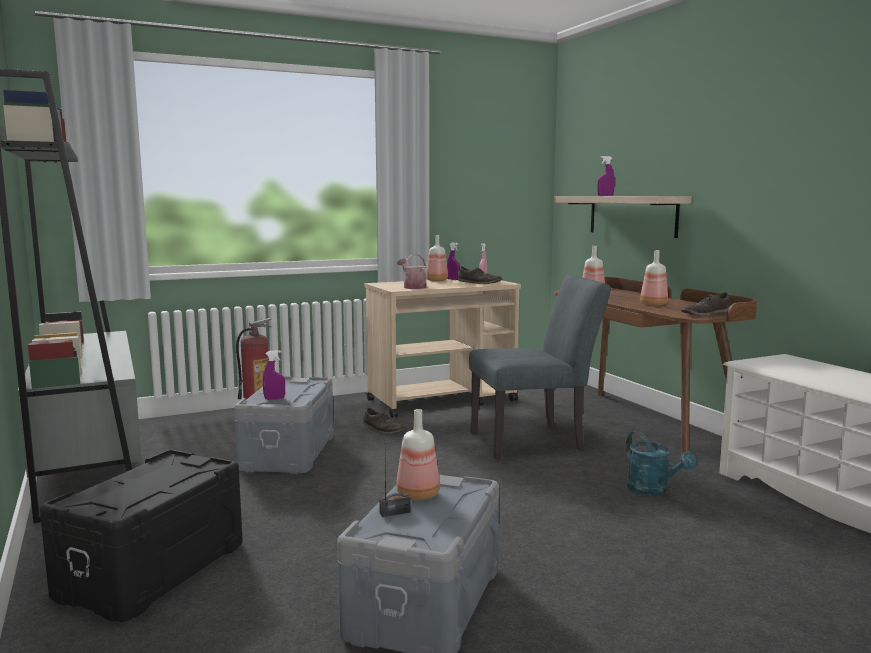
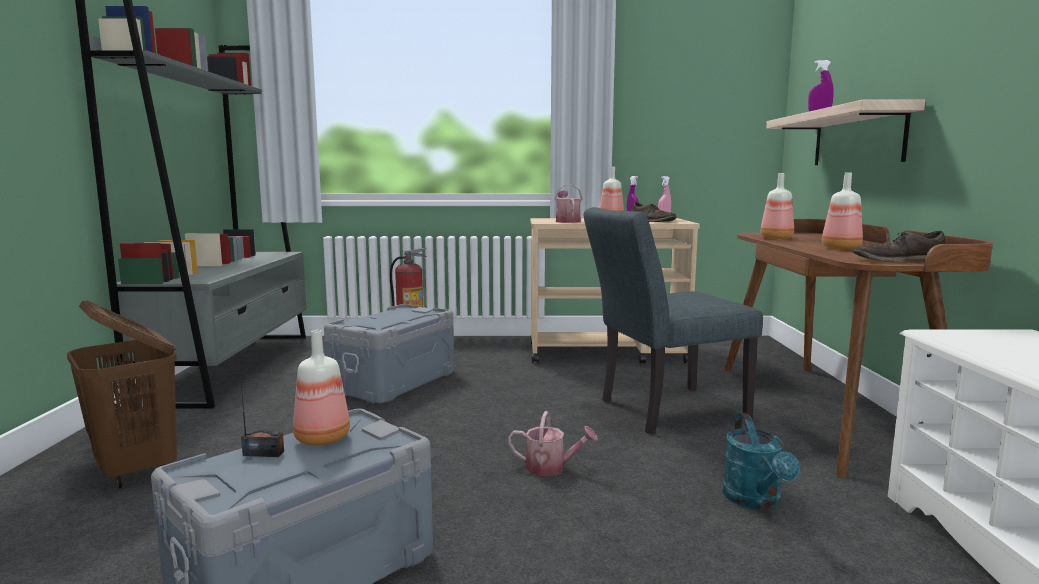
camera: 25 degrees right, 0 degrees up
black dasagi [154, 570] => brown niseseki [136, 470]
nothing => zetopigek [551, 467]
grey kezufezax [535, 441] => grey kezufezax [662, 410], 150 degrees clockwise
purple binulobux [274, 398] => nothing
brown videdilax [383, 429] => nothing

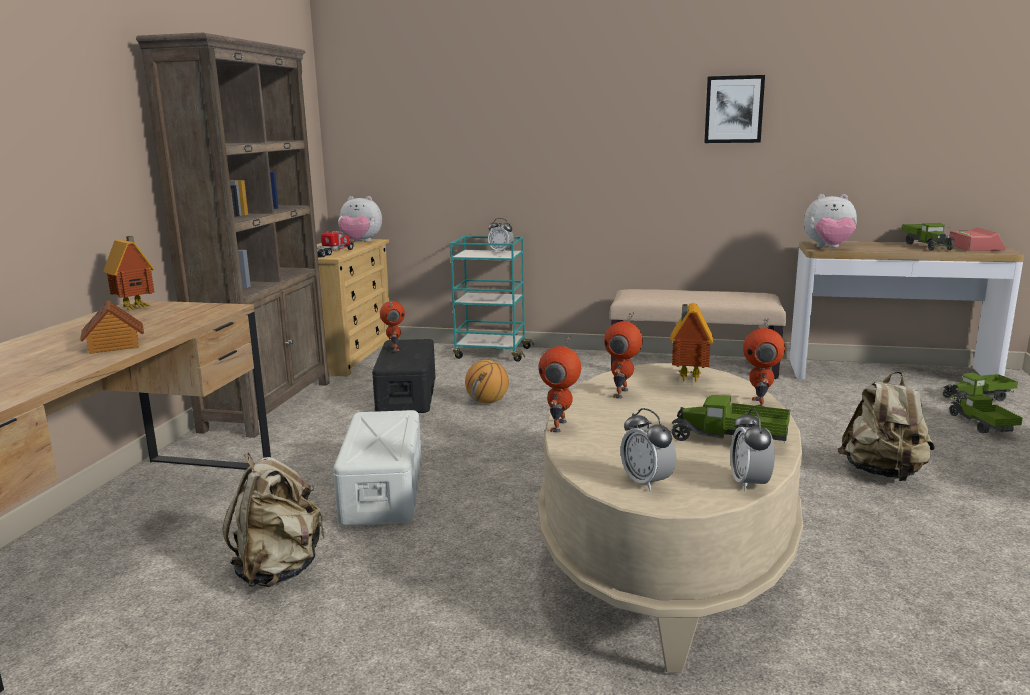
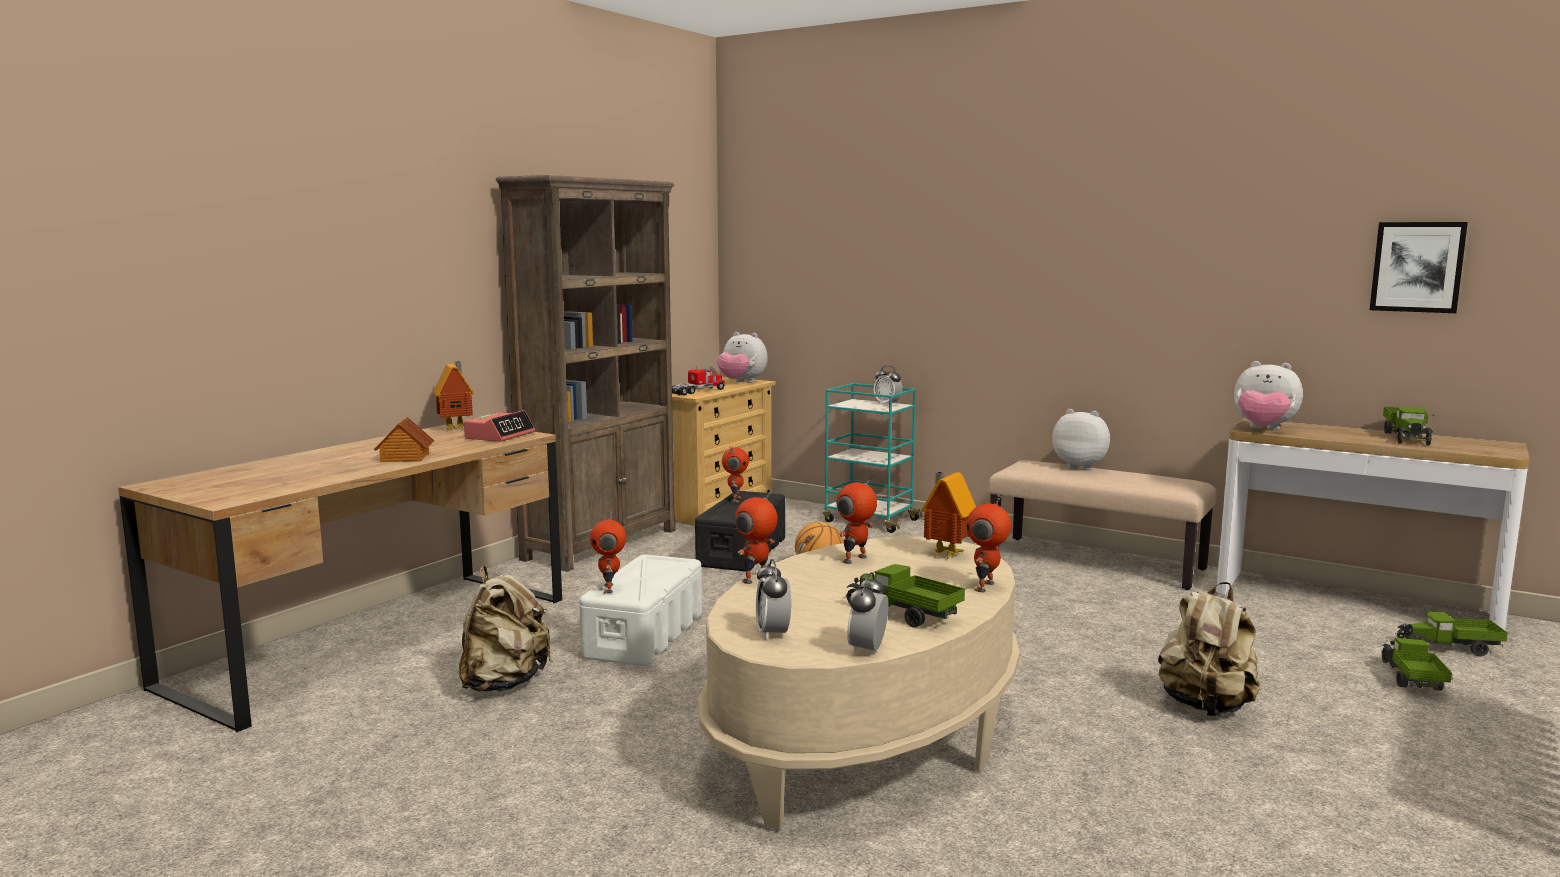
camera: 20 degrees right, 5 degrees down
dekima [975, 247] => dekima [500, 436], move
nothing => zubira [610, 588]
nothing => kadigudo [1081, 466]
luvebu [734, 109] => luvebu [1417, 267], move

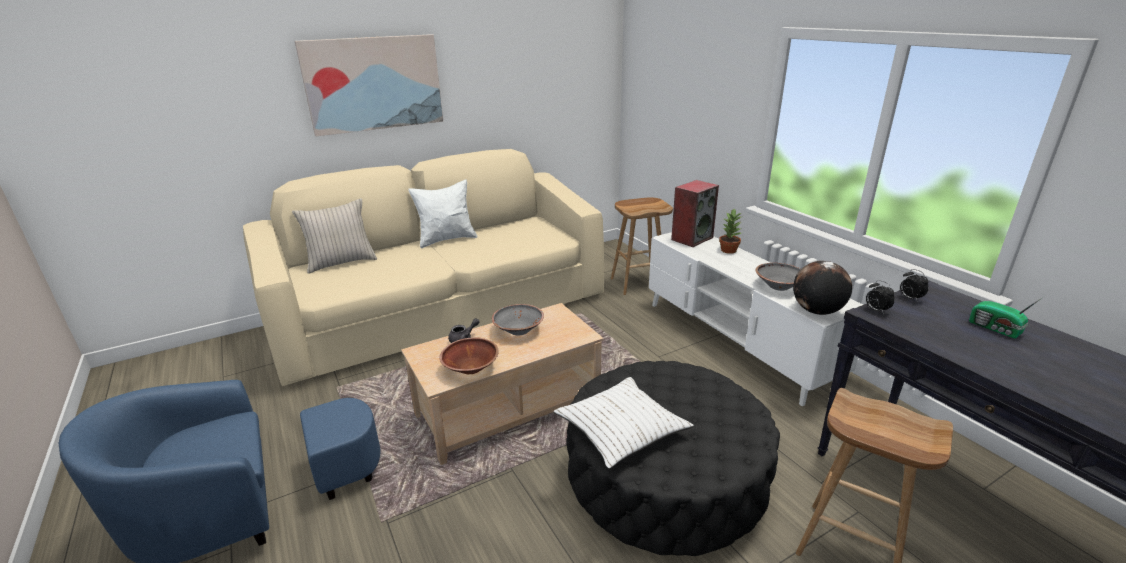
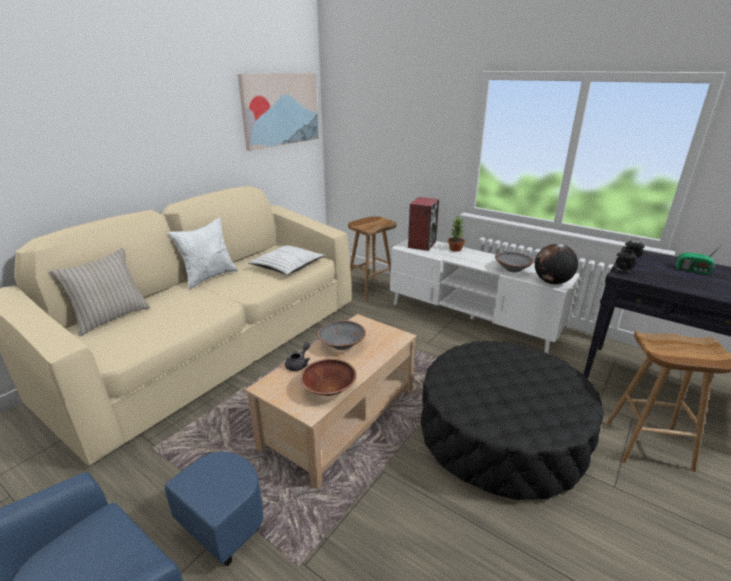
camera: 25 degrees left, 0 degrees up
luvebu [374, 84] => luvebu [280, 109], move
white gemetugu [620, 429] => white gemetugu [287, 266], move

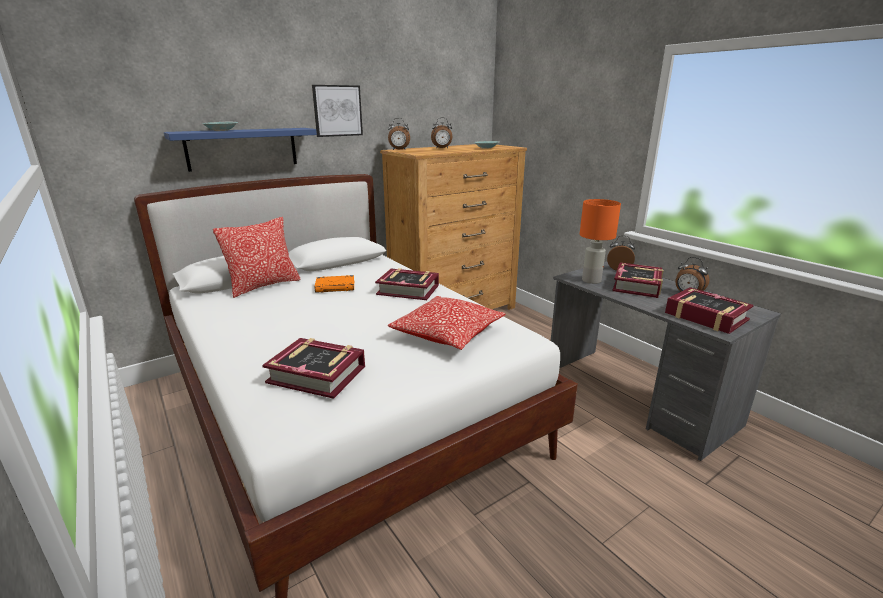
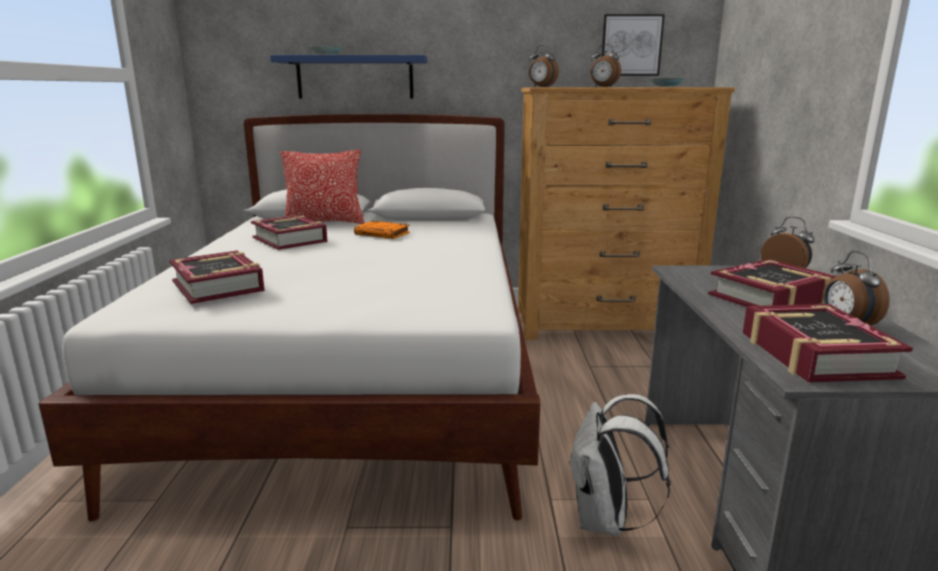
camera: 35 degrees right, 5 degrees down
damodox [408, 290] => damodox [290, 240], move
nothing => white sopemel [606, 520]
luvebu [337, 111] => luvebu [631, 45], move
gemetugu [447, 334] => nothing
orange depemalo [590, 280] => nothing

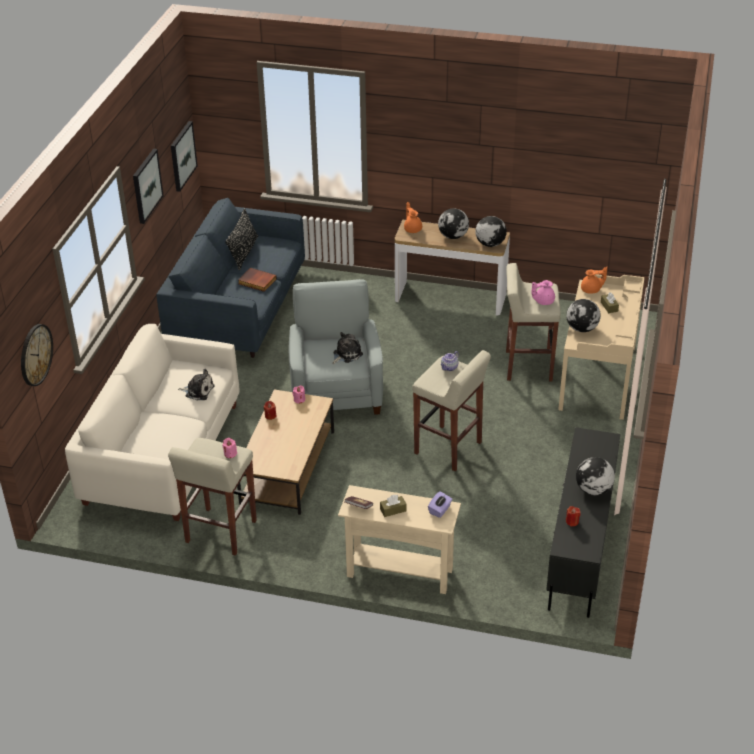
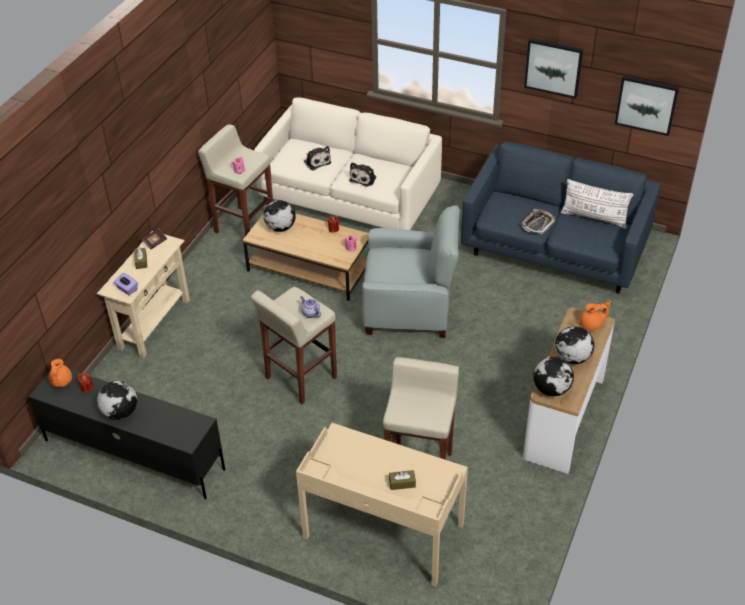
camera: 100 degrees right, 5 degrees up
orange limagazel [591, 290] => orange limagazel [60, 382], move
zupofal [582, 329] => zupofal [280, 228], move
kadigudo [346, 354] => kadigudo [316, 161], move
damodox [256, 282] => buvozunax [538, 224]
black gemetugu [244, 252] => white gemetugu [594, 218]
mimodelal [35, 354] => nothing
pink limagazel [543, 301] => nothing

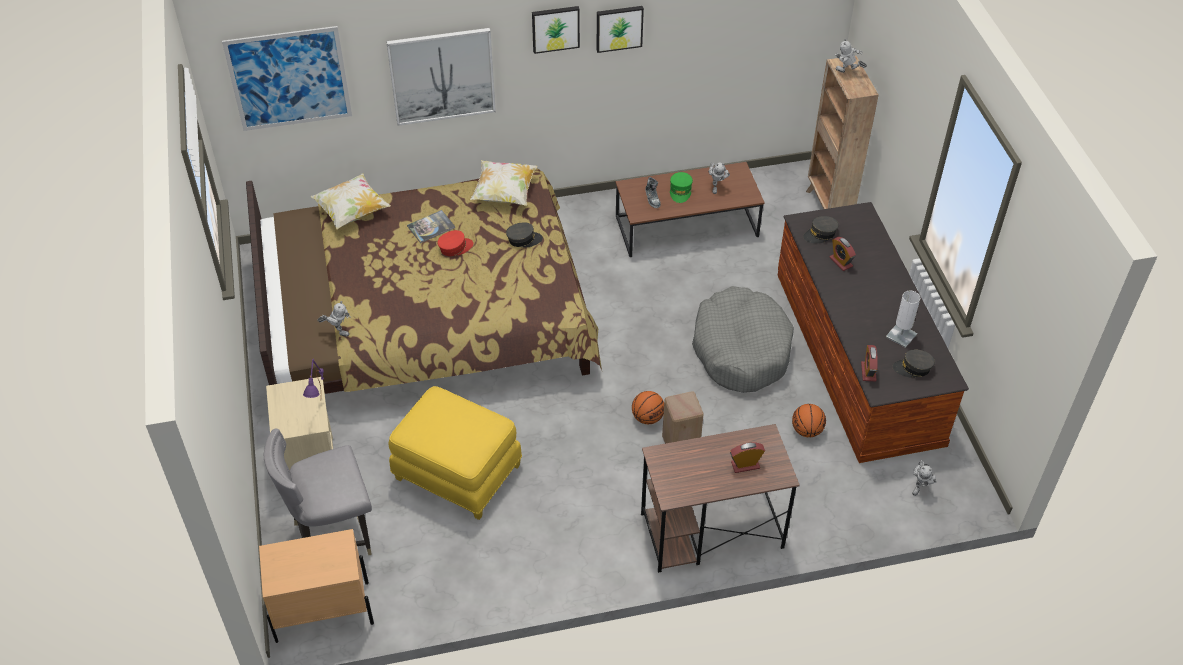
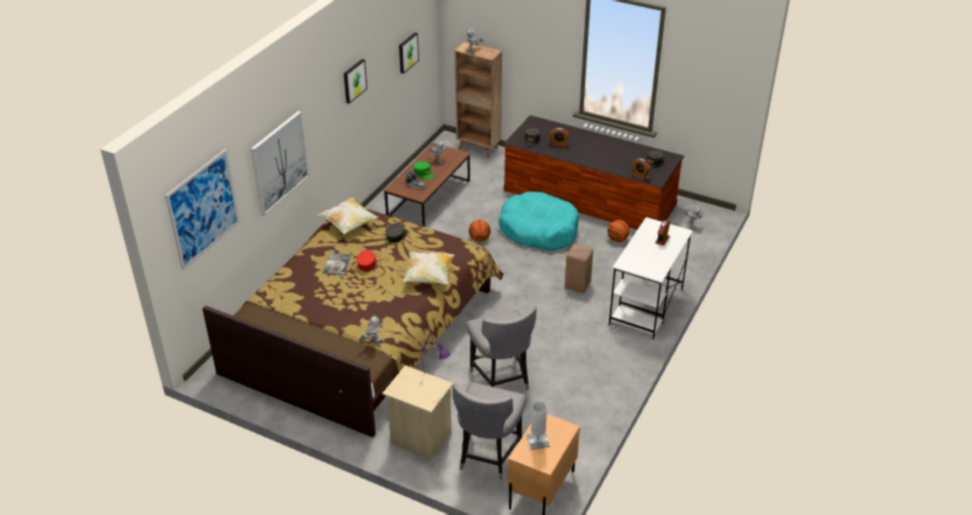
camera: 50 degrees left, 10 degrees down
luvebu [555, 28] => luvebu [407, 52], move
gemetugu [352, 212] => gemetugu [429, 277], move
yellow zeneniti [456, 473] => grey kezufezax [501, 379]
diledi [647, 418] => diledi [479, 239], move
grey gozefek [741, 349] => turquoise gozefek [539, 230]
white depemalo [901, 335] => white depemalo [537, 441], move
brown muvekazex [710, 531] => white muvekazex [646, 306]

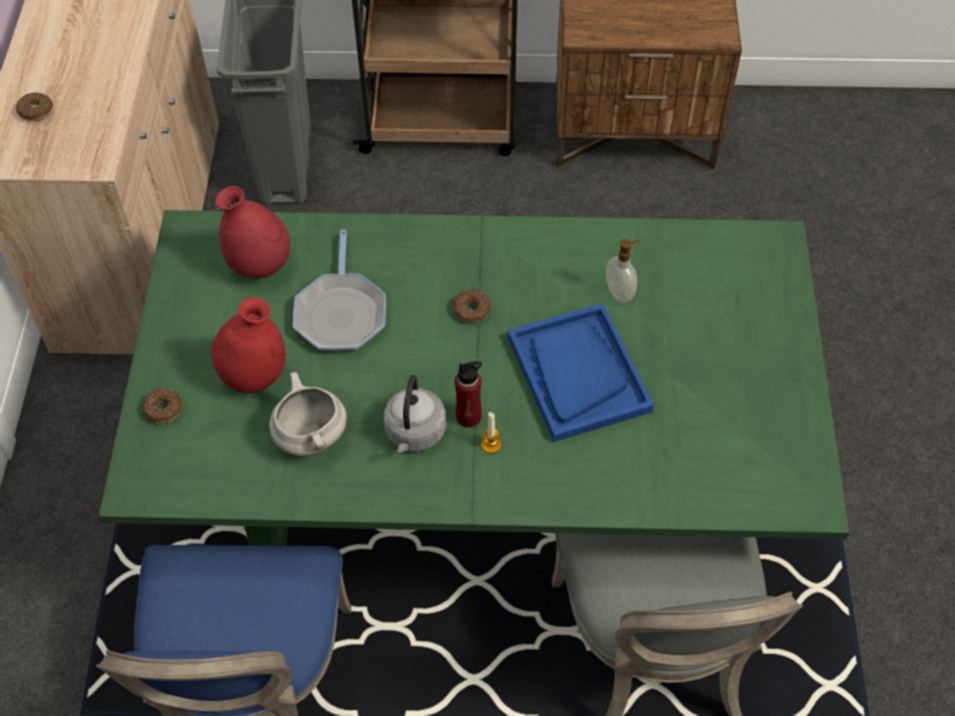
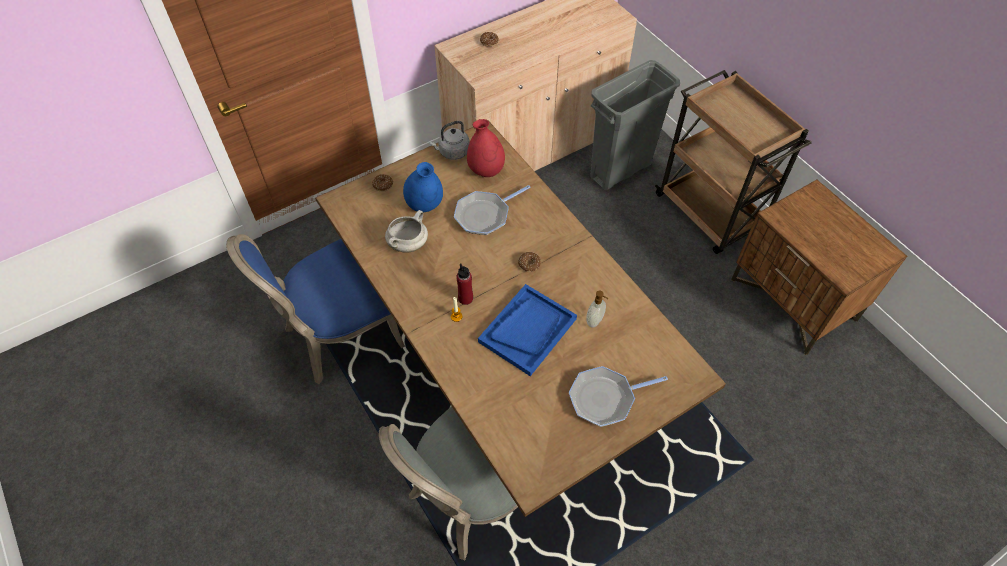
camera: 55 degrees right, 0 degrees up
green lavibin [482, 493] => brown lavibin [504, 363]
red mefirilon [254, 376] => blue mefirilon [424, 205]
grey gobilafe [415, 434] => grey gobilafe [452, 152], move
nothing => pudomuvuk [605, 398]

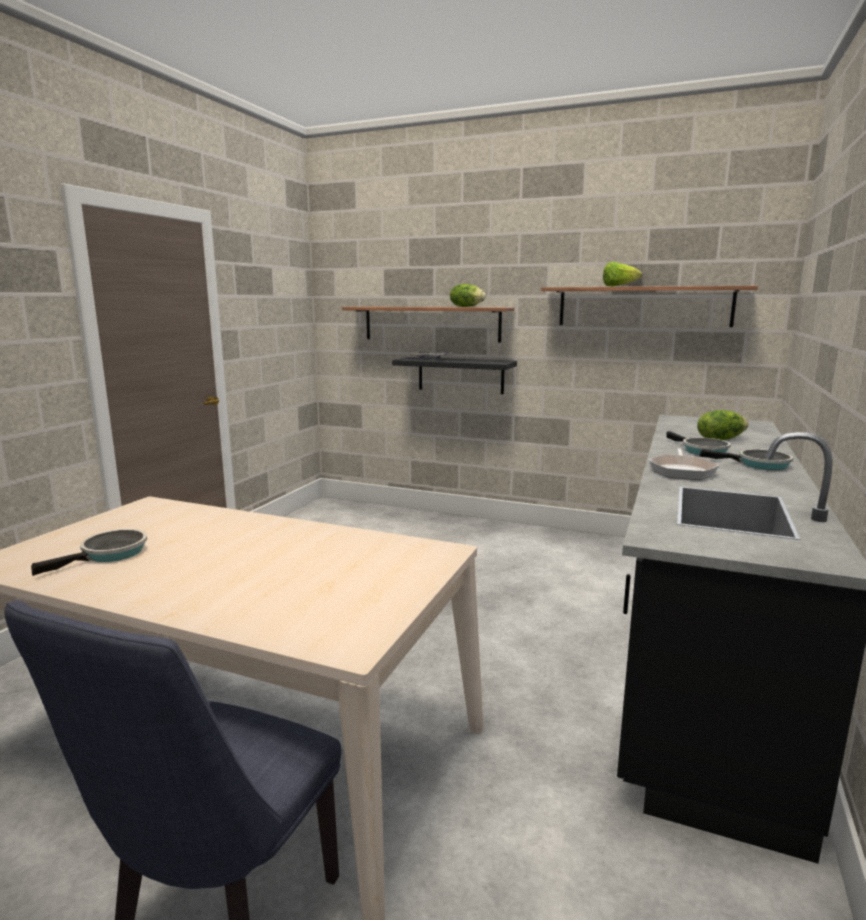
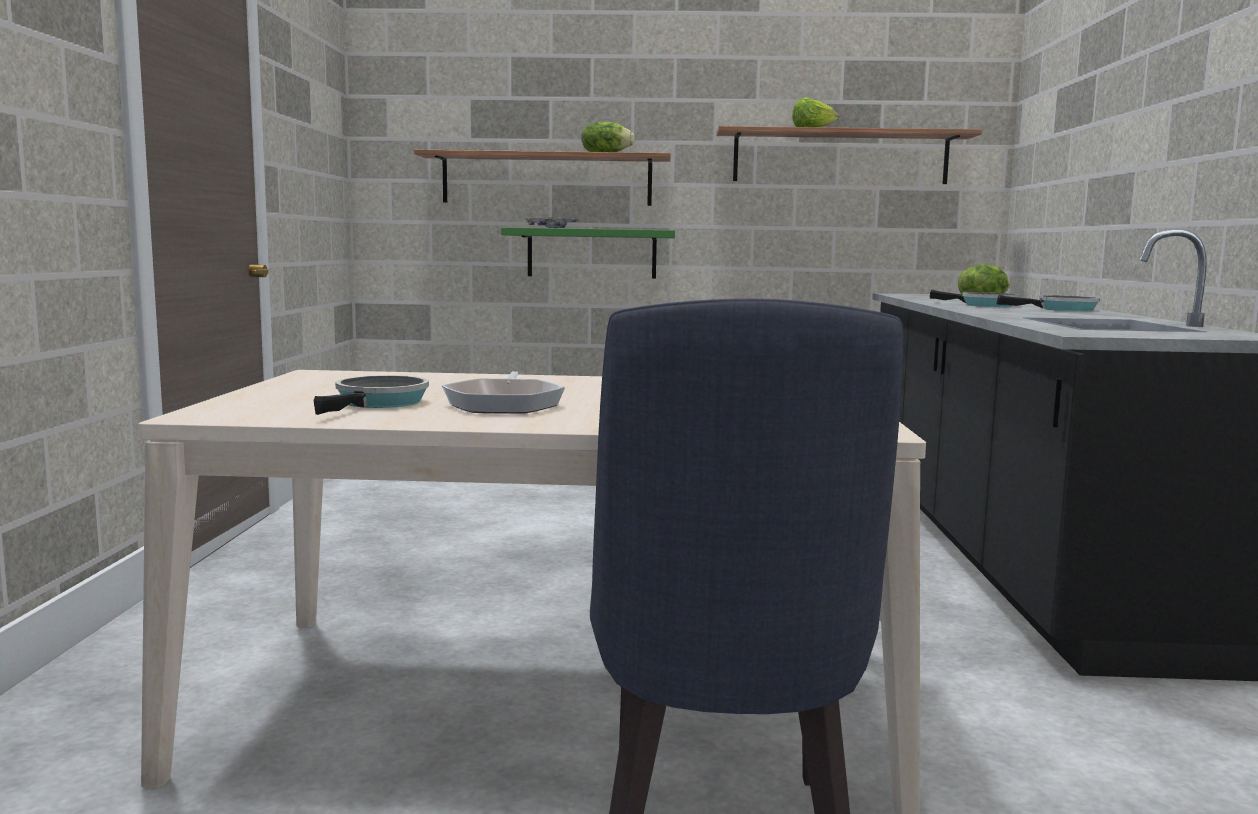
camera: 20 degrees left, 5 degrees down
pudomuvuk [682, 471] => pudomuvuk [505, 403], move
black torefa [460, 375] => green torefa [592, 253]

